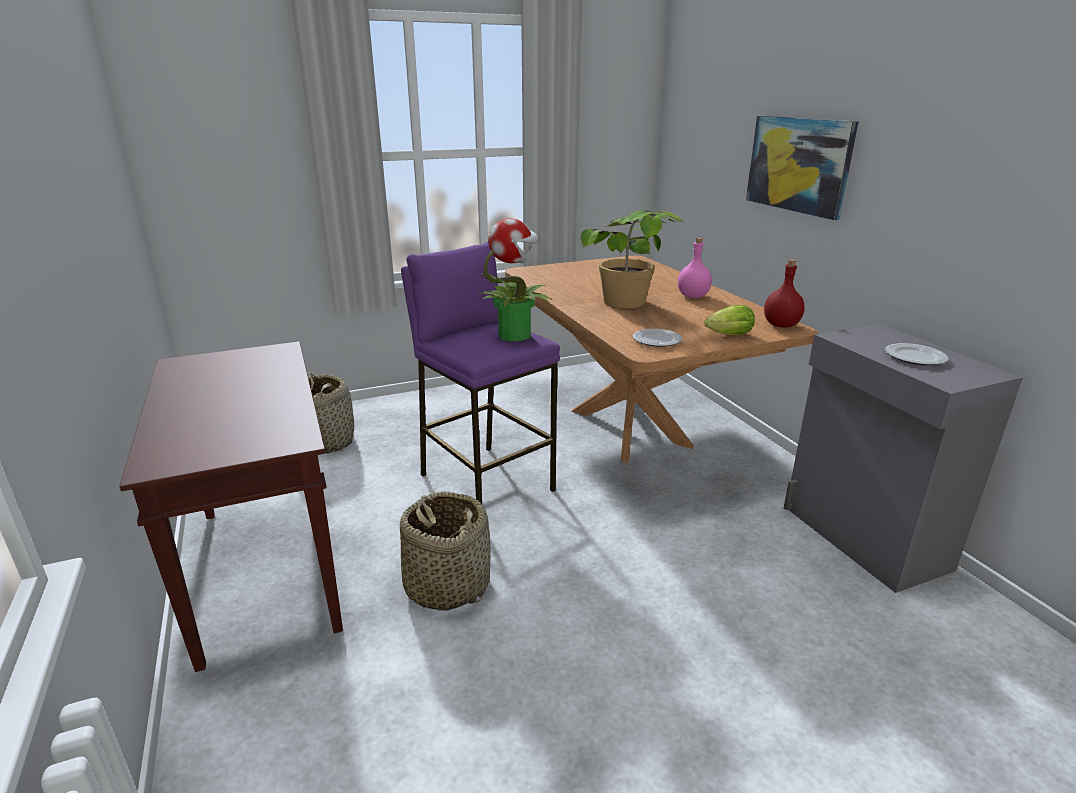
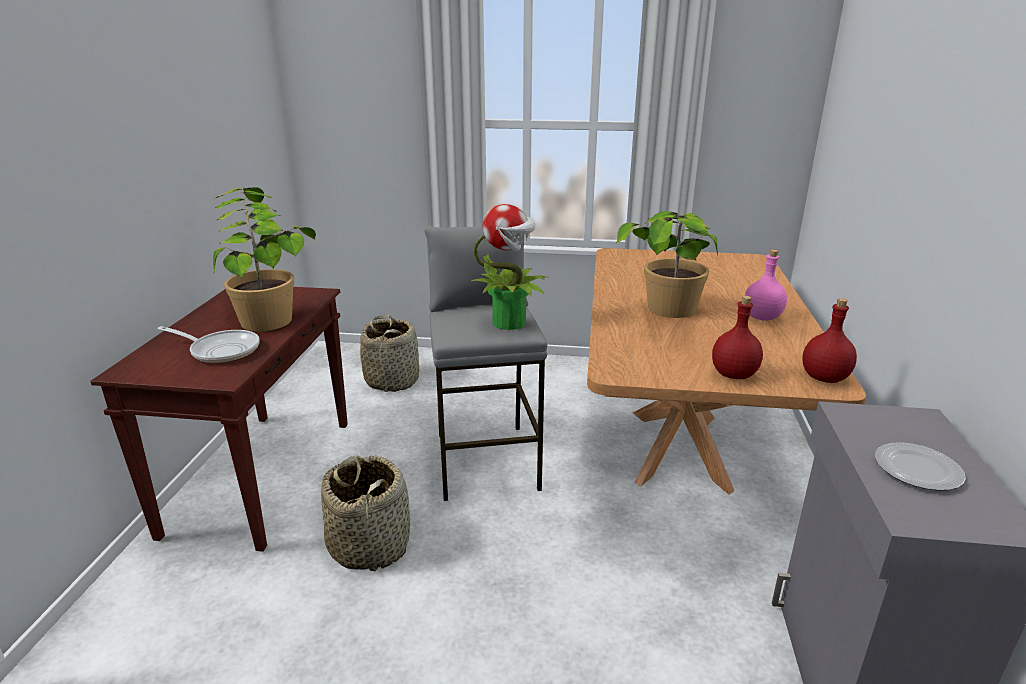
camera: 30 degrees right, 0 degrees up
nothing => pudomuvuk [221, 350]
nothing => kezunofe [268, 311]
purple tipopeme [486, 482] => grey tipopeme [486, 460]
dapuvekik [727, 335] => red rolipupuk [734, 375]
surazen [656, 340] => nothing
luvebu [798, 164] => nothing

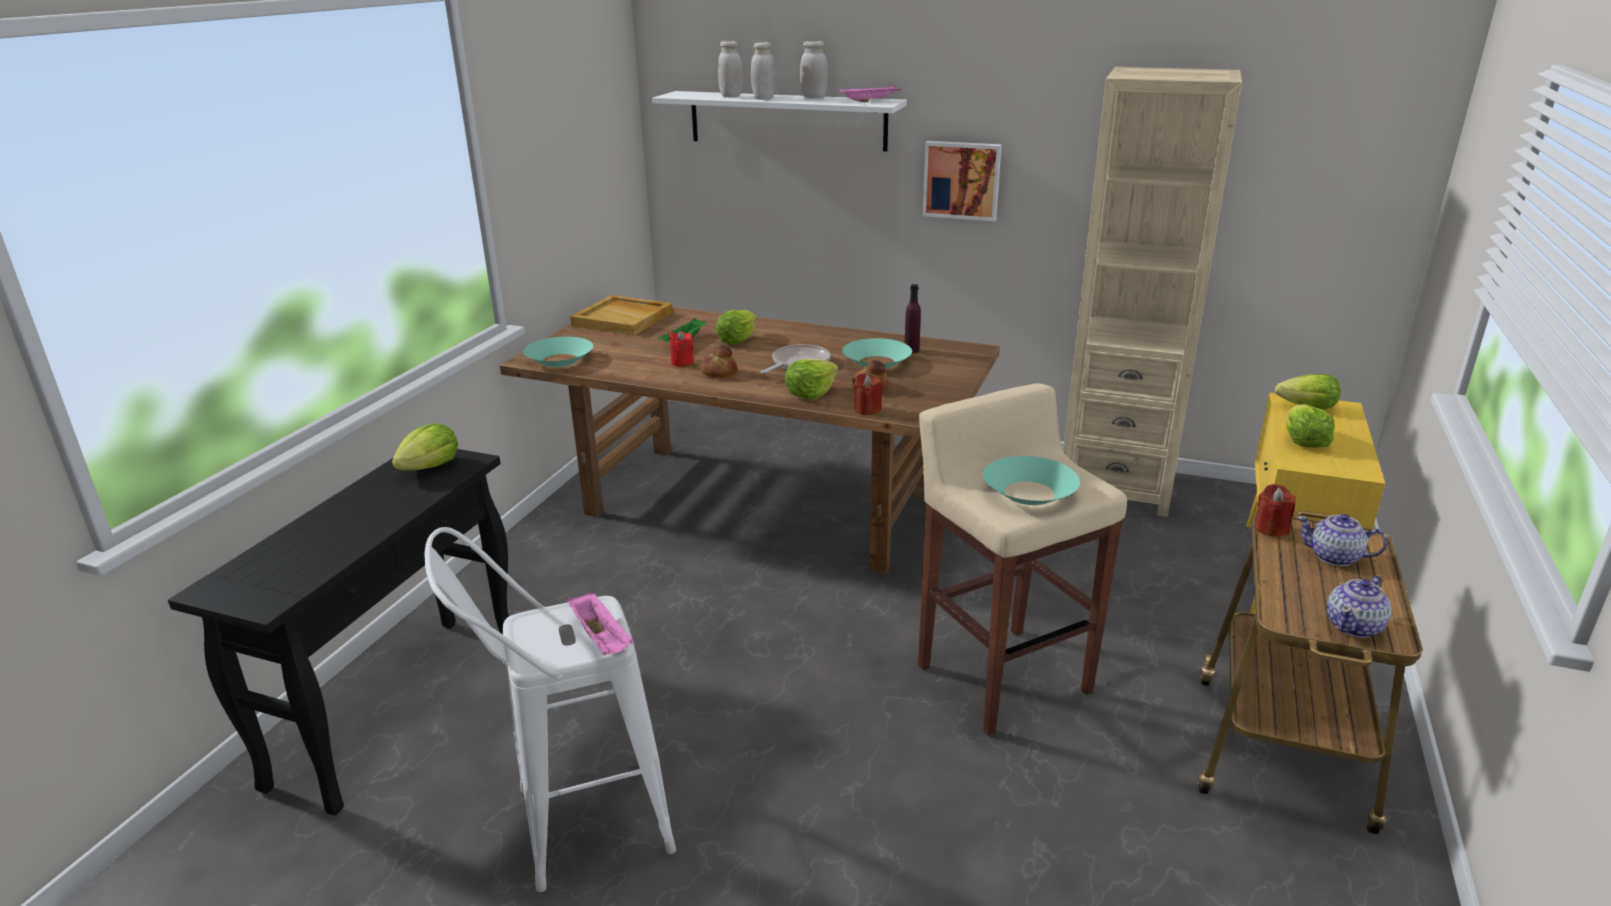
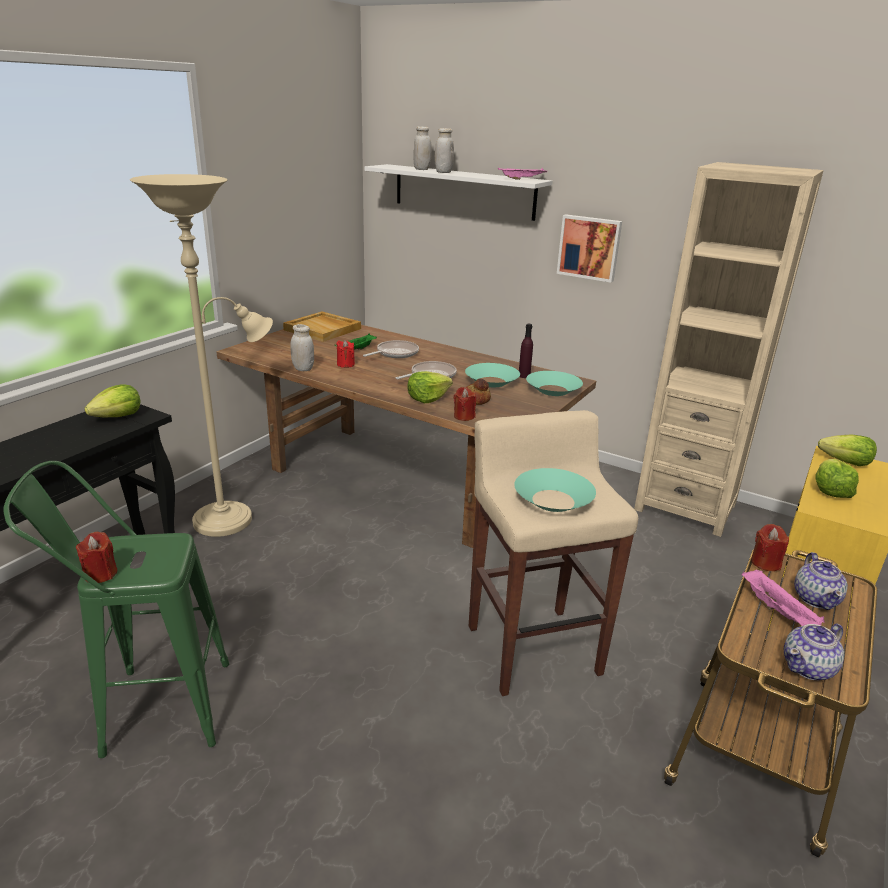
camera: 10 degrees right, 0 degrees up
white tipopeme [575, 825] => green tipopeme [152, 708]
nothing => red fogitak [100, 574]
nothing => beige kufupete [230, 518]
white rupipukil [813, 97] => white rupipukil [303, 369], move
dapuvekik [736, 340] => pudomuvuk [395, 353]
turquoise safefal [559, 360] => turquoise safefal [553, 390], move
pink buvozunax [601, 638] => pink buvozunax [778, 611], move
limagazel [1335, 557] => limagazel [816, 598], 120 degrees counterclockwise
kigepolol [719, 373] => nothing

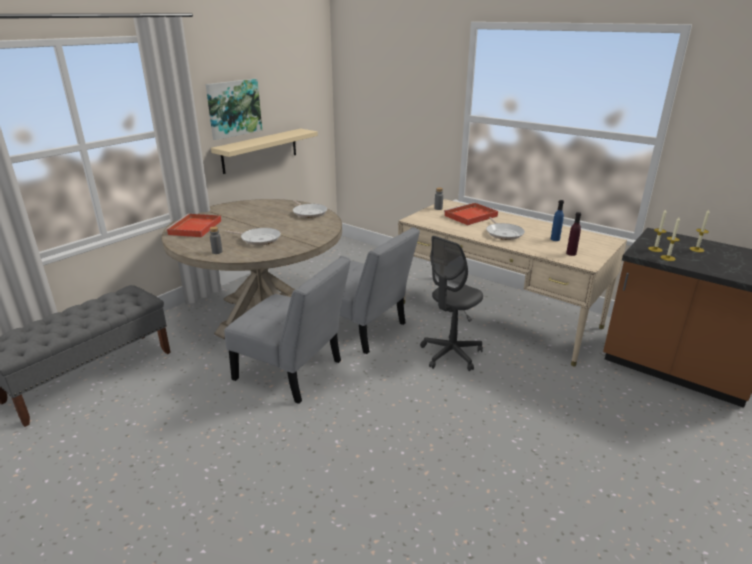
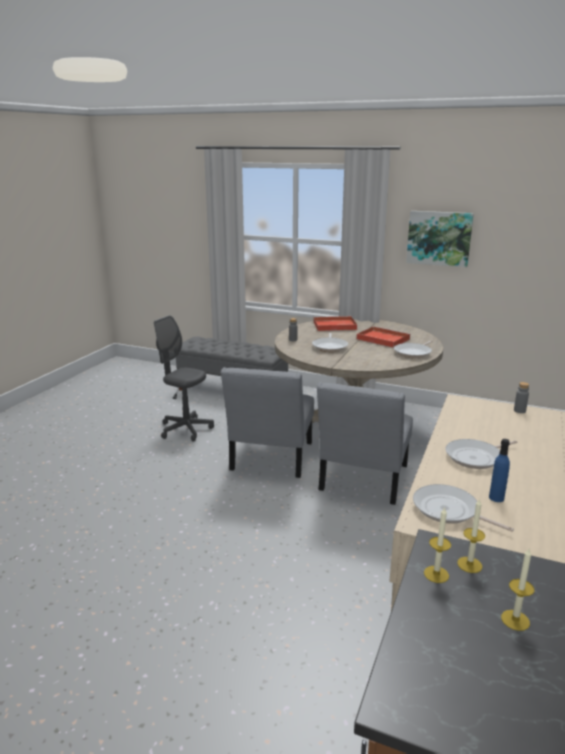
camera: 75 degrees right, 5 degrees down
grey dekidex [451, 354] => grey dekidex [185, 429], move
red buvozunax [470, 216] => red buvozunax [382, 339], move
purple rolipupuk [571, 253] => pudomuvuk [449, 510]
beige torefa [260, 150] => nothing

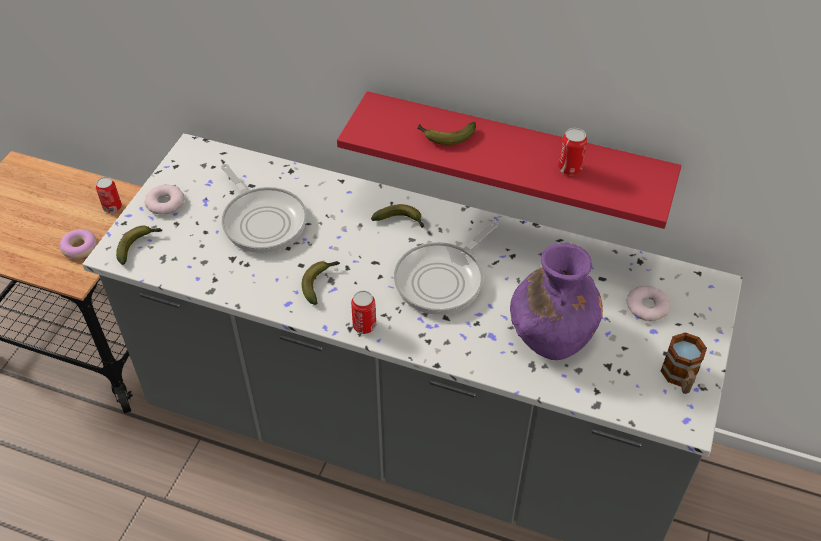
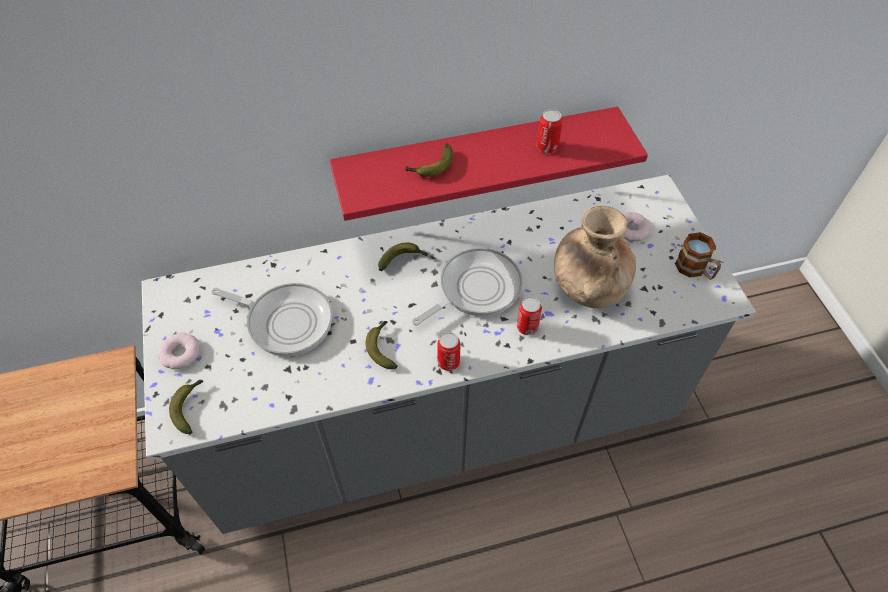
camera: 35 degrees left, 5 degrees up
pudomuvuk [443, 279] => pudomuvuk [475, 289], 135 degrees counterclockwise
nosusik [112, 207] => nosusik [527, 327], move
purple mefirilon [551, 333] => brown mefirilon [587, 286]
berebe [79, 248] => nothing

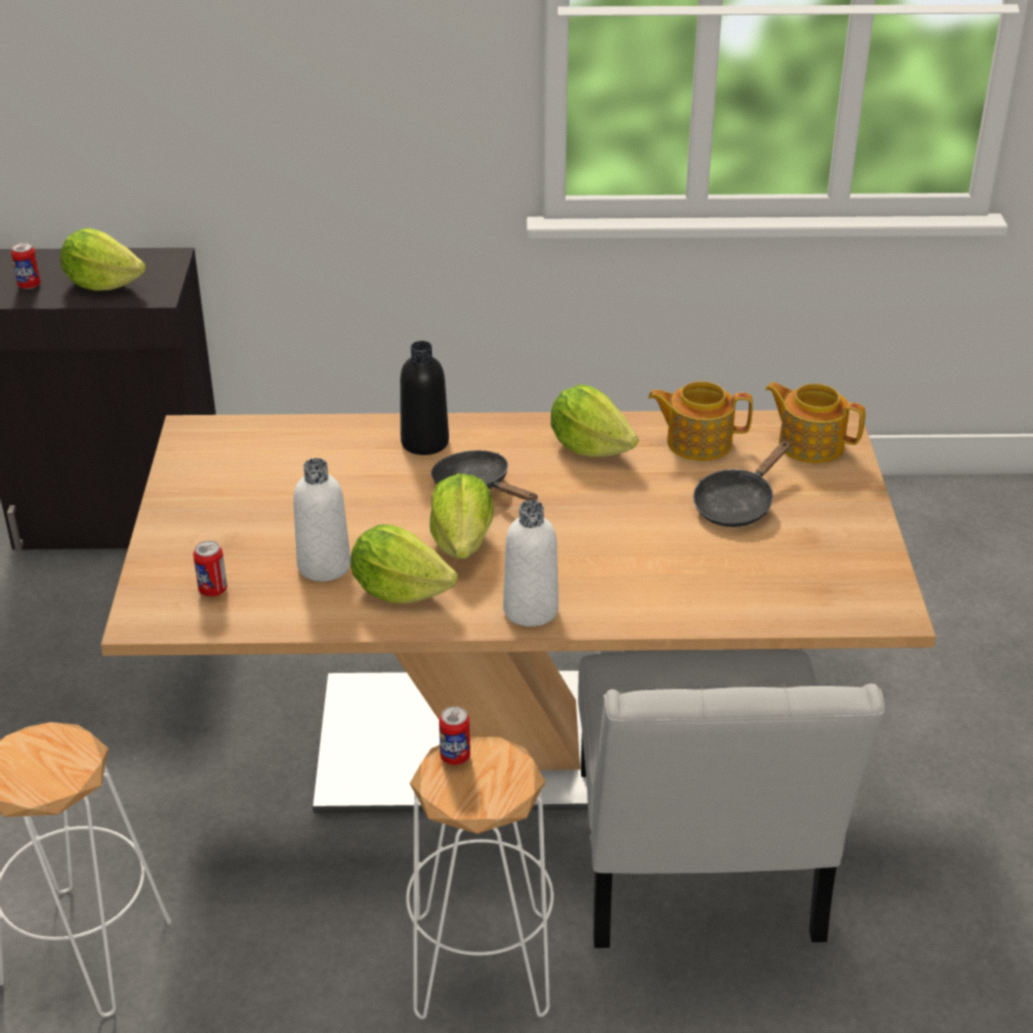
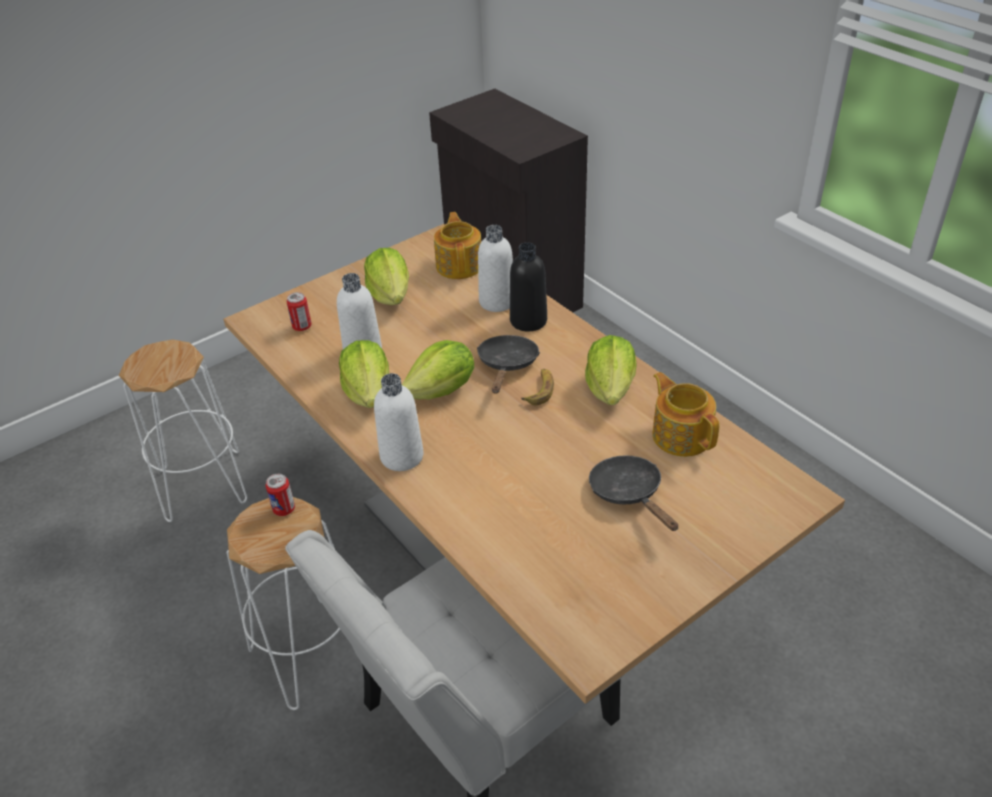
camera: 55 degrees right, 5 degrees up
dapuvekik [103, 284] => dapuvekik [390, 295], move
limagazel [809, 444] => limagazel [460, 265], move
nothing => white rolipupuk [497, 302]
nothing => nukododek [540, 390]
black pudomuvuk [737, 504] => black pudomuvuk [629, 493], 60 degrees clockwise
nosusik [29, 285] => nothing

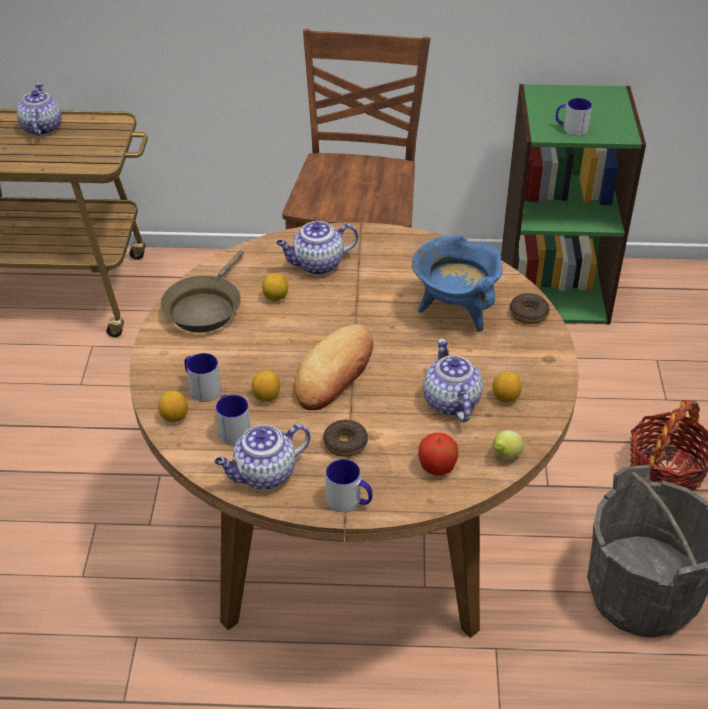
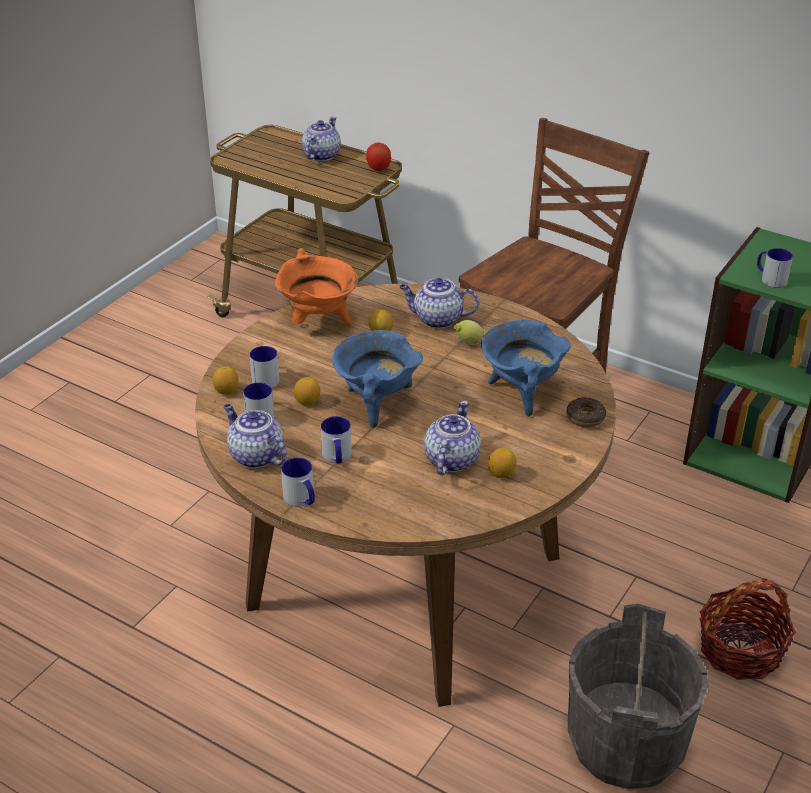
camera: 30 degrees right, 5 degrees down
limagazel [264, 475] => limagazel [255, 456], 45 degrees clockwise
brown pudomuvuk [205, 308] => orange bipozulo [318, 322]
berebe [345, 443] => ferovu [337, 457]
kigepolol [335, 373] => blue bipozulo [376, 404]
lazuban [437, 467] => lazuban [378, 168], move
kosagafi [505, 456] => kosagafi [467, 343], move

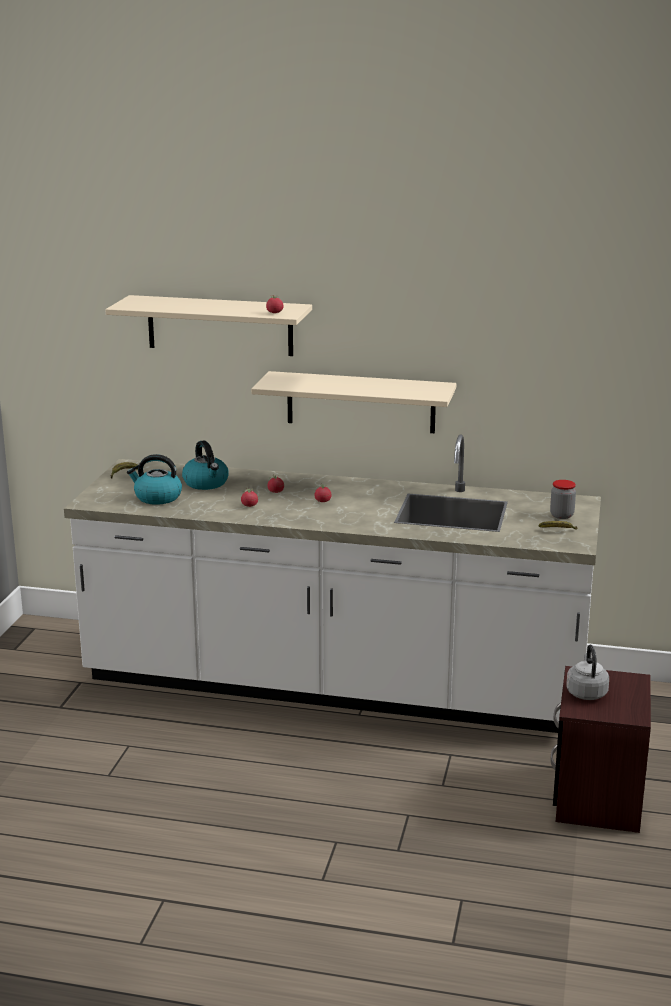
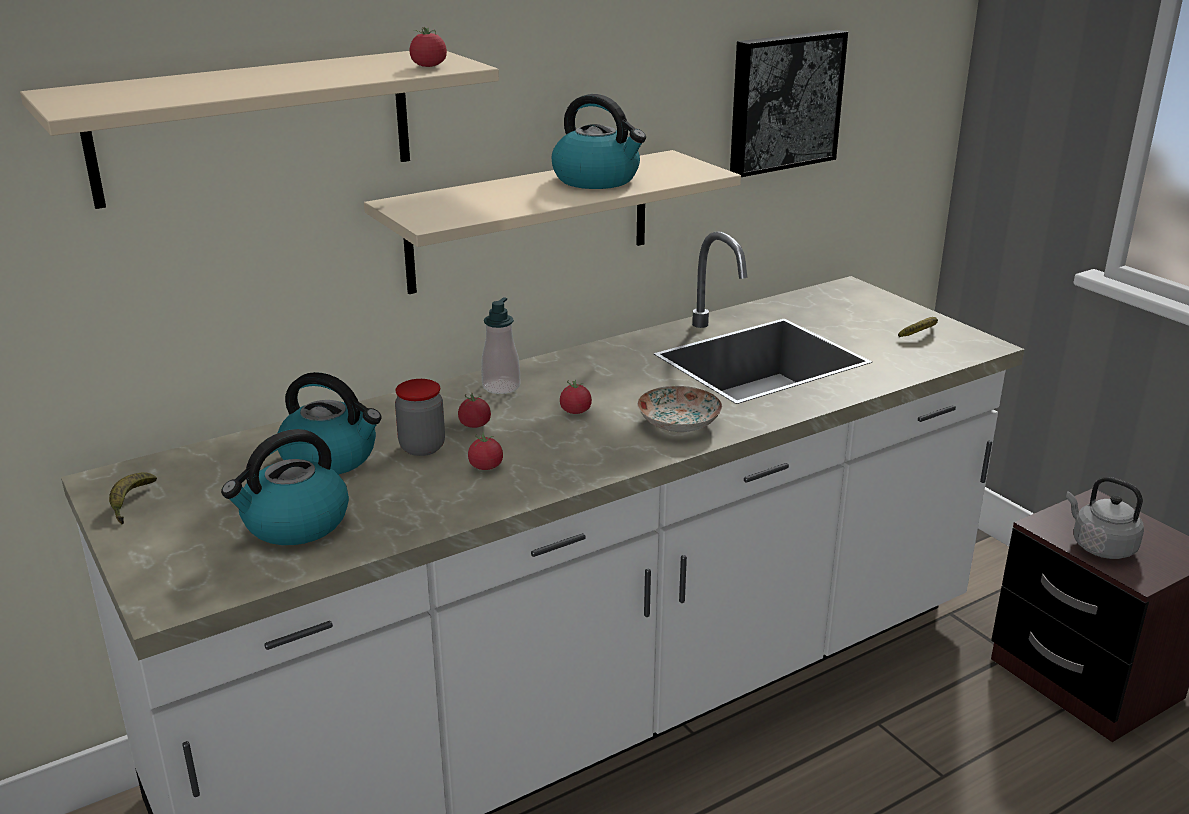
camera: 45 degrees left, 5 degrees up
rupipukil [561, 515] => rupipukil [422, 447], move
nothing => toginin [501, 387]
nothing => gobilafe [597, 179]
nothing => surazen [679, 424]
nothing => luvebu [783, 101]

